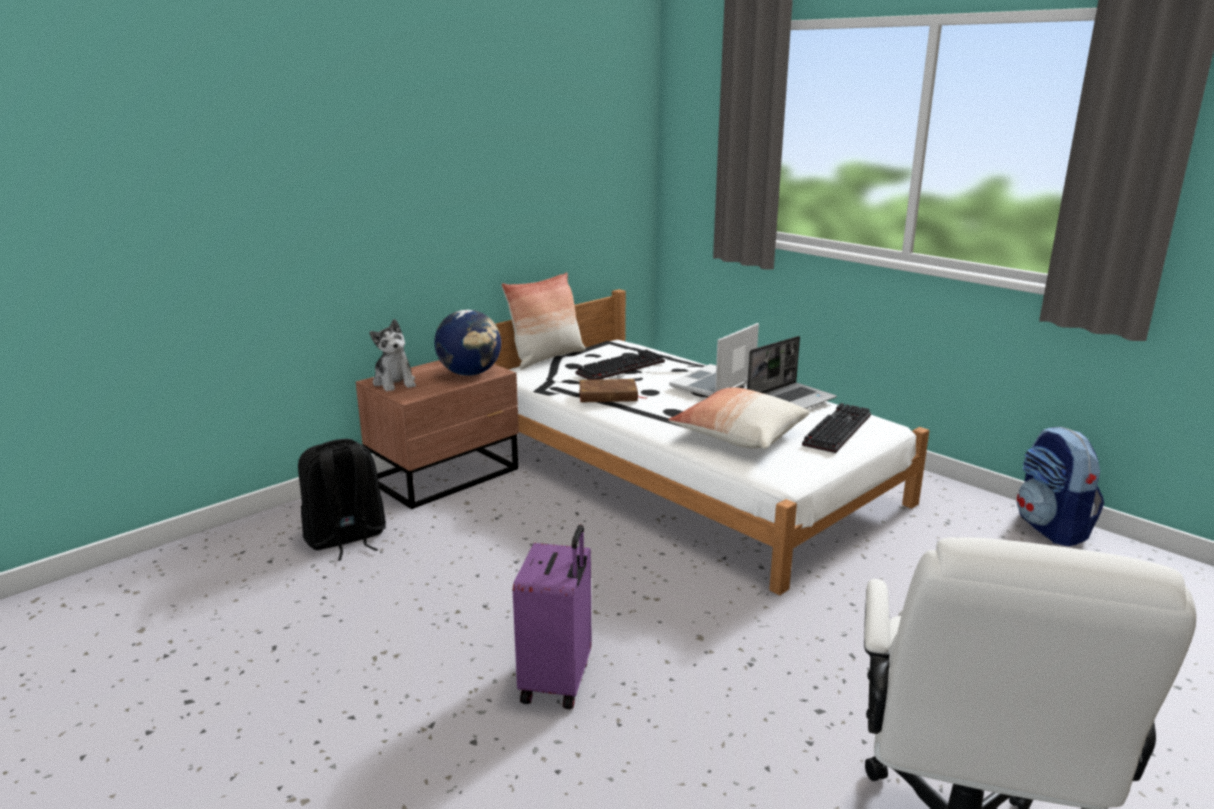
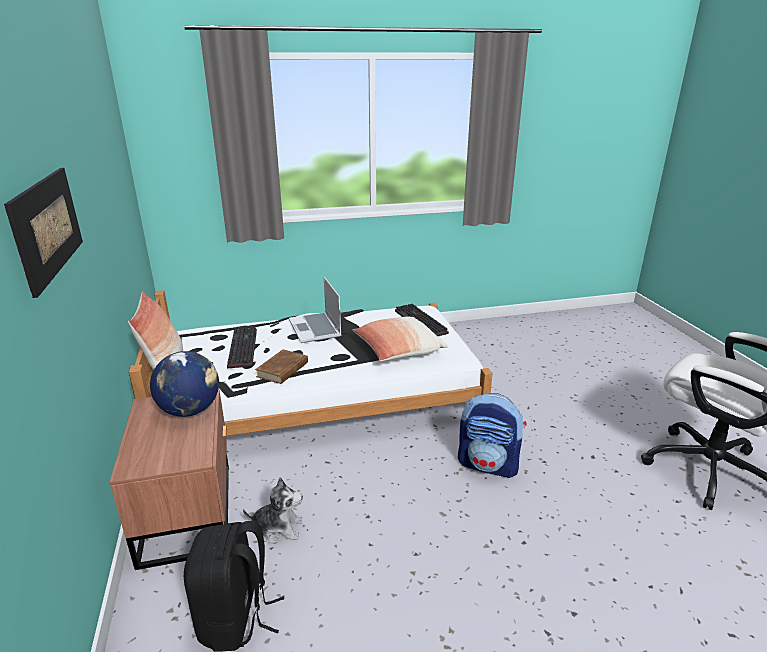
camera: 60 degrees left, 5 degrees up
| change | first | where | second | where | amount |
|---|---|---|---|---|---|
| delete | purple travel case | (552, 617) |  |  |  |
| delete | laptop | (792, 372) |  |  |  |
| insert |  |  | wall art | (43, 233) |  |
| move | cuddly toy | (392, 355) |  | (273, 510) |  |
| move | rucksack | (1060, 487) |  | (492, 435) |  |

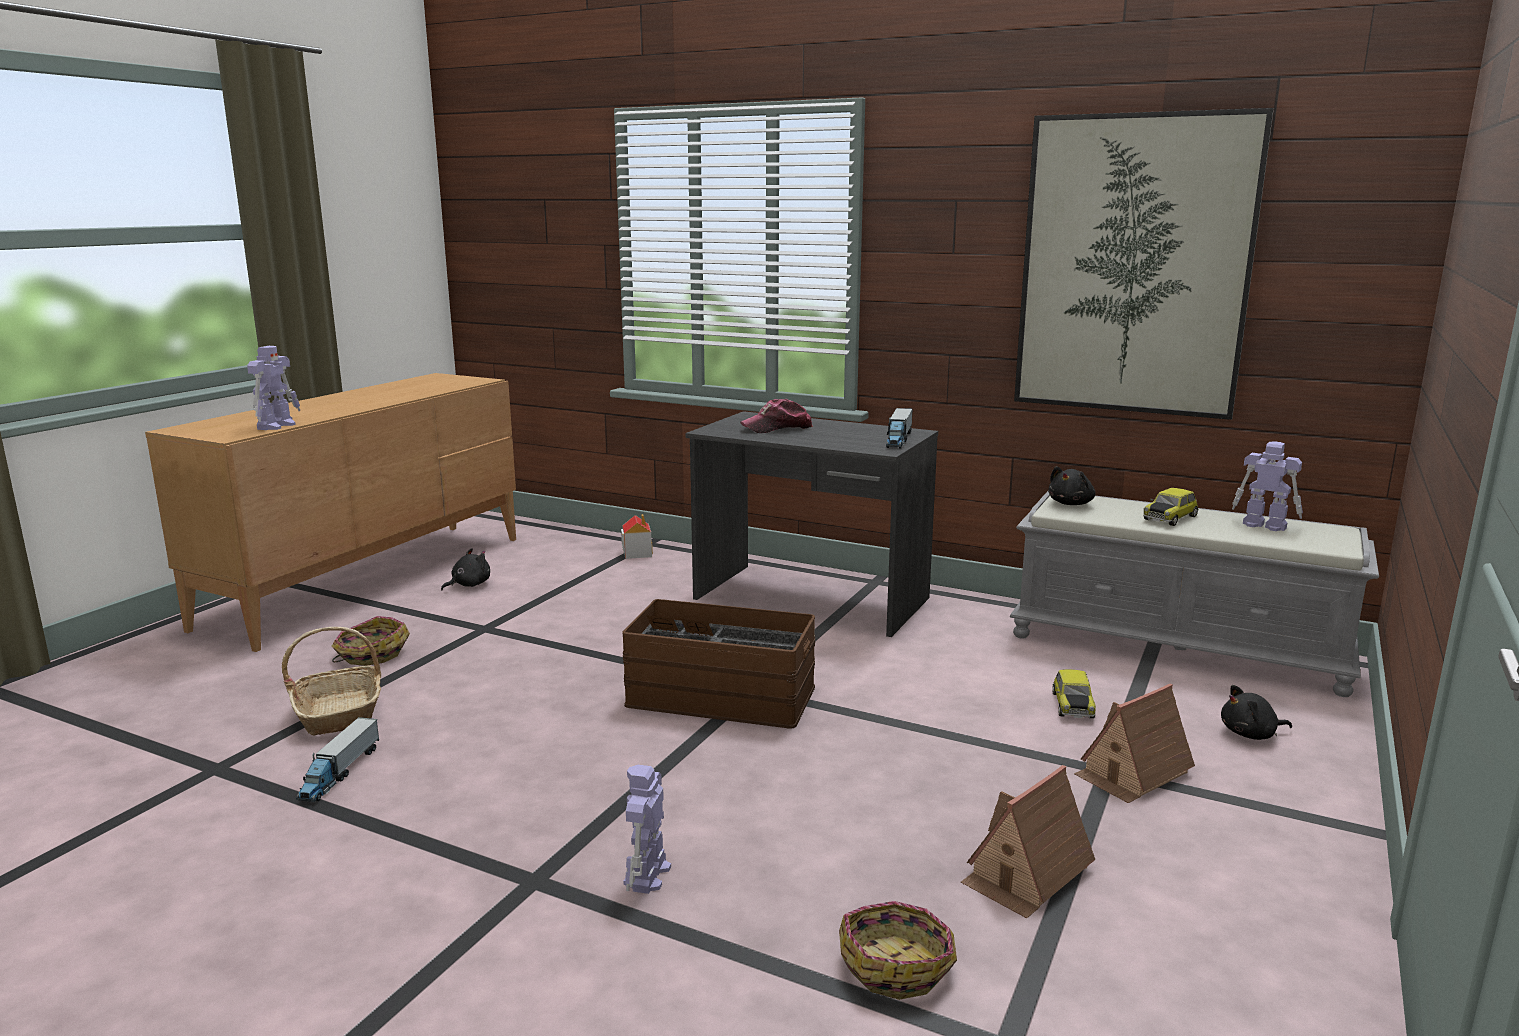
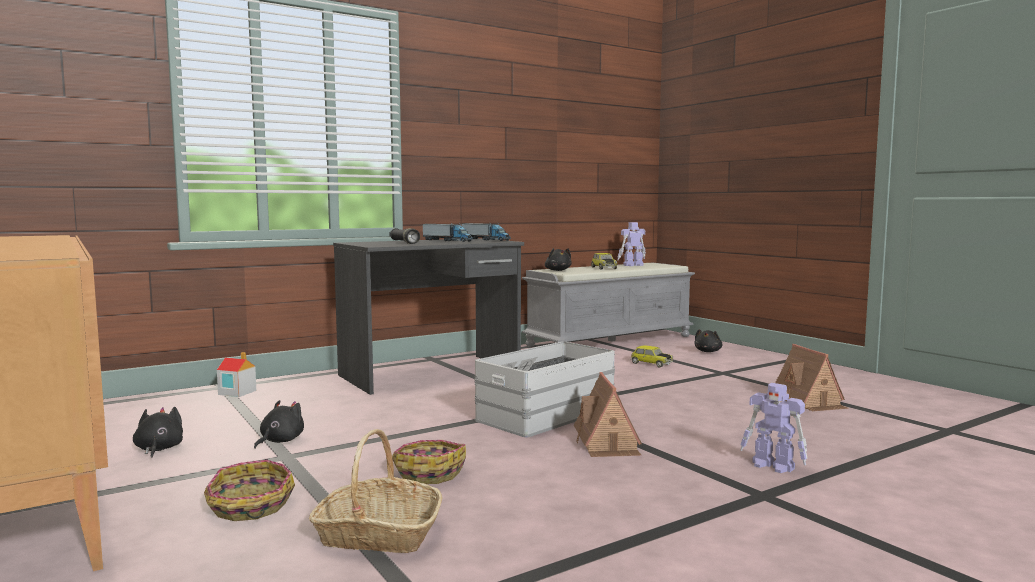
camera: 60 degrees left, 10 degrees down
| change | first | where | second | where | amount |
|---|---|---|---|---|---|
| delete | toy robot | (273, 388) |  |  |  |
| delete | wall art | (1144, 264) |  |  |  |
| insert |  |  | black-coloured cuddly toy | (279, 424) |  |
| move | model truck | (337, 759) |  | (448, 232) |  |
| move | household basket | (898, 950) |  | (429, 462) |  |
| move | model house | (1134, 743) |  | (608, 414) |  |
| replace | peaked cap | (776, 416) | black-coloured torch | (404, 236) |  |
| recolor | brown storage box | (719, 663) | grey storage box | (544, 389) |  |

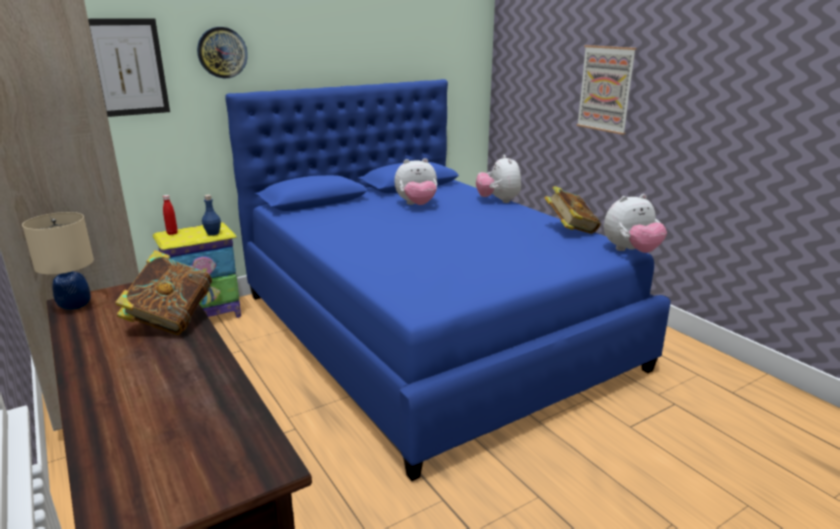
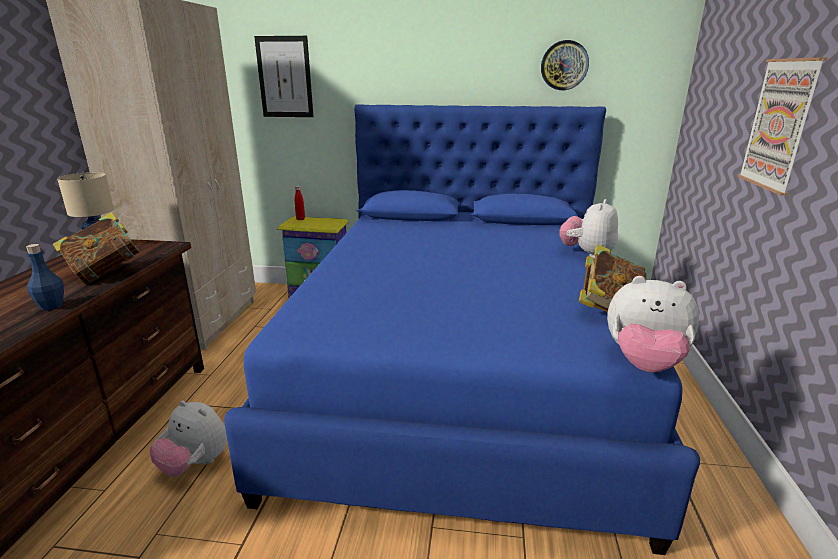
camera: 40 degrees right, 0 degrees up
| change | first | where | second | where | amount |
|---|---|---|---|---|---|
| move | wall clock | (222, 52) |  | (565, 65) |  |
| move | bluish beverage bottle | (211, 215) |  | (45, 277) |  |
| move | cuddly toy | (415, 181) |  | (188, 438) |  |

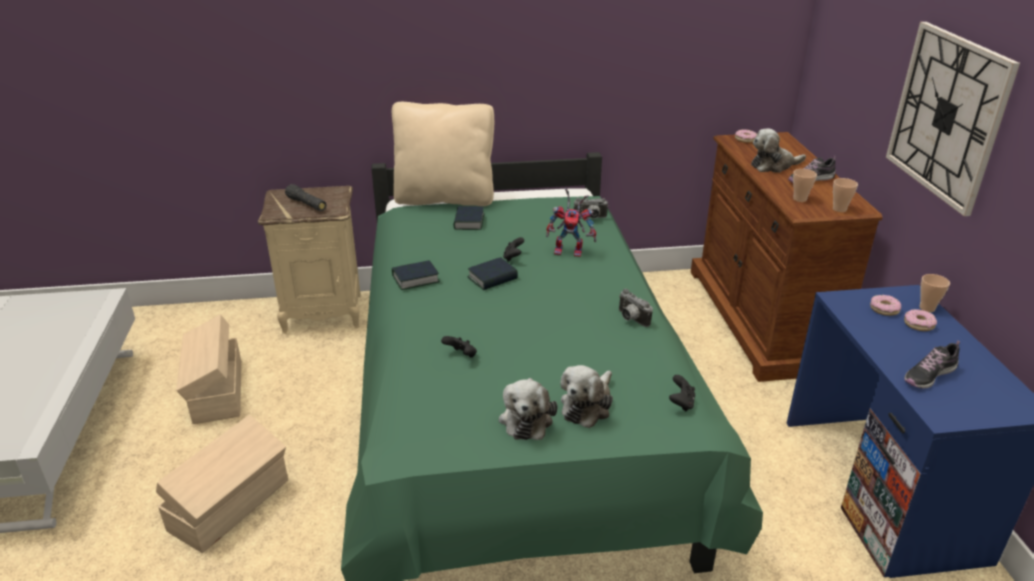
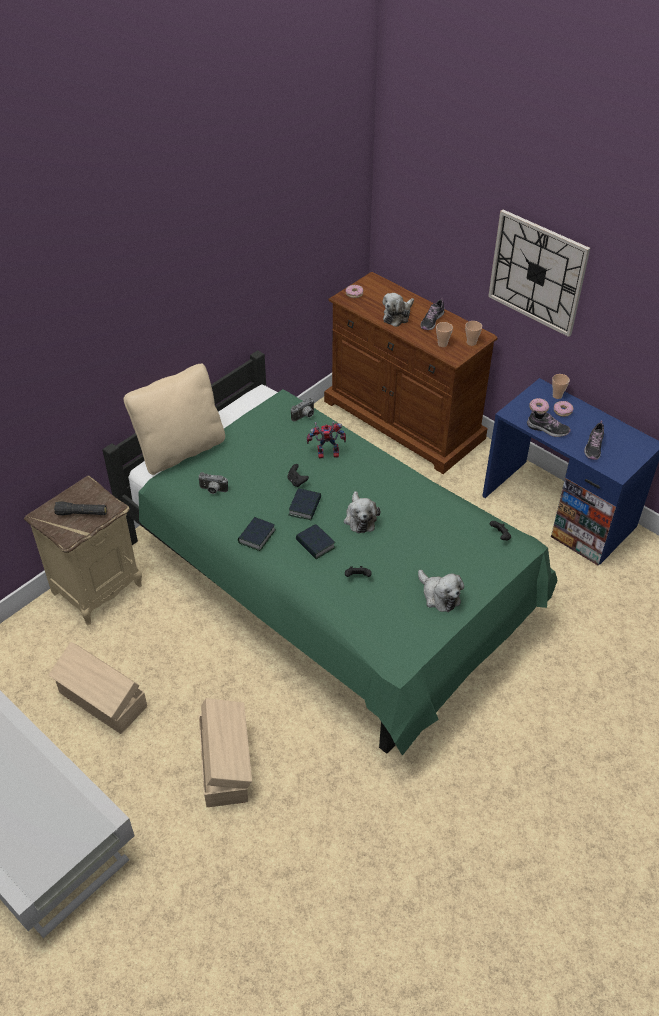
camera: 40 degrees left, 15 degrees up
| change | first | where | second | where | amount |
|---|---|---|---|---|---|
| insert |  |  | item of footwear | (549, 423) |  |
| move | book | (468, 218) |  | (315, 541) |  |
| move | cuddly toy | (587, 396) |  | (362, 512) |  |
| move | still camera | (636, 308) |  | (213, 483) |  |
| rotate | toy robot | (571, 222) |  | (326, 440) | 150 degrees counterclockwise |

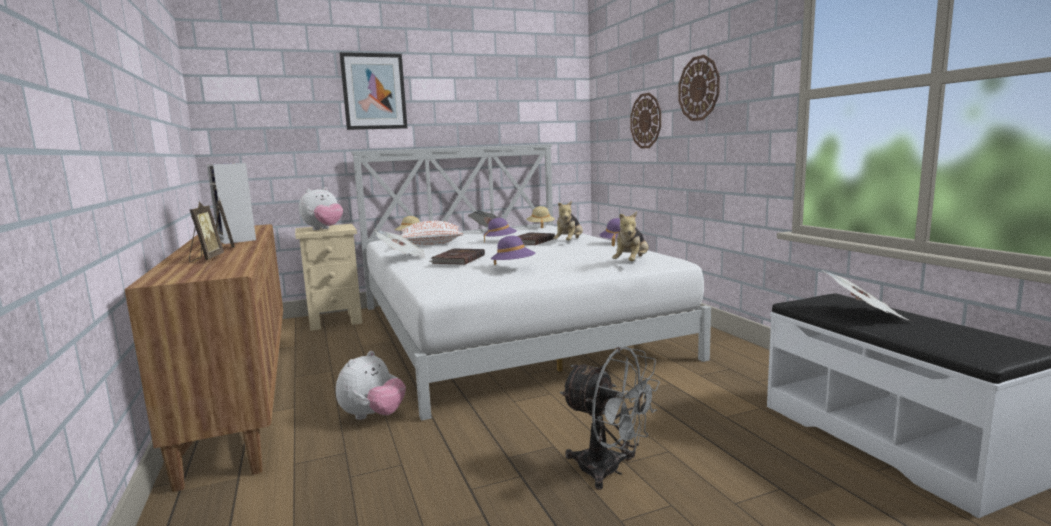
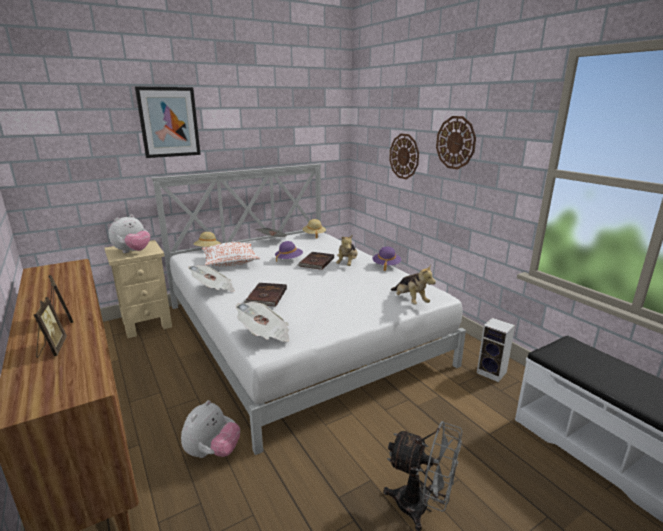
camera: 10 degrees left, 10 degrees up
| change | first | where | second | where | amount |
|---|---|---|---|---|---|
| delete | purple wearable hat | (513, 250) |  |  |  |
| move | speaker | (231, 203) |  | (496, 350) |  |
| move | daily paper | (866, 295) |  | (262, 322) |  |
| rotate | cuddly toy | (630, 236) |  | (413, 284) | 45 degrees counterclockwise |

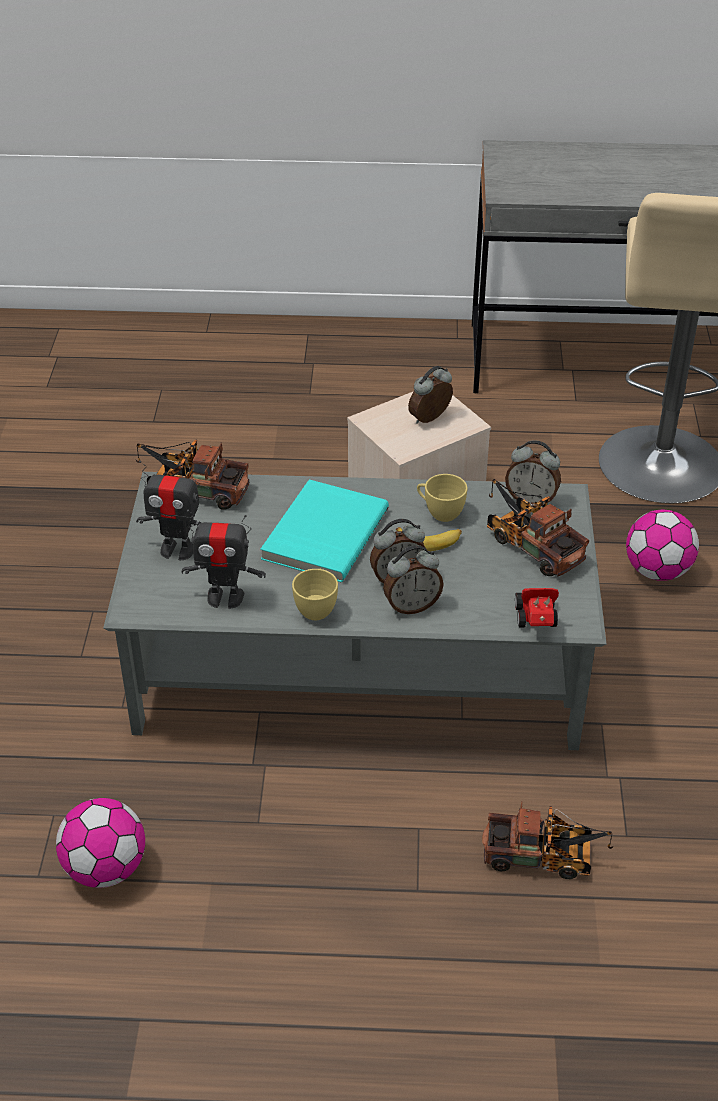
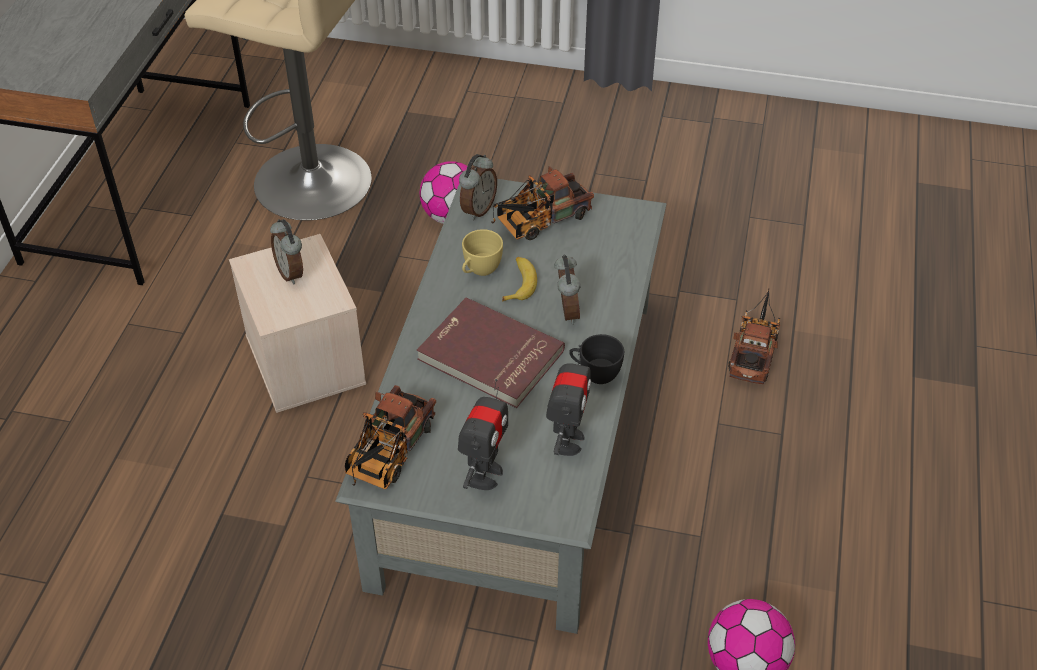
camera: 80 degrees left, 5 degrees up
| change | first | where | second | where | amount |
|---|---|---|---|---|---|
| delete | bedside clock | (413, 579) |  |  |  |
| delete | model car | (537, 607) |  |  |  |
| recolor | blue-green book | (324, 530) | red-coloured book | (491, 353) |  |
| recolor | yellow-coloured drinking cup | (315, 594) | black-coloured drinking cup | (596, 359) |  |

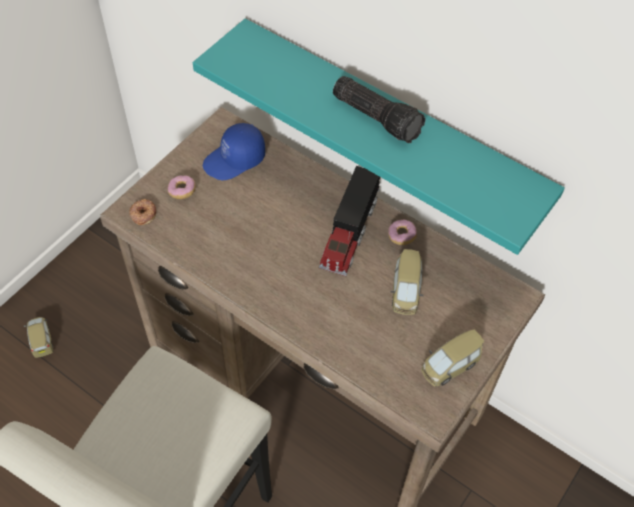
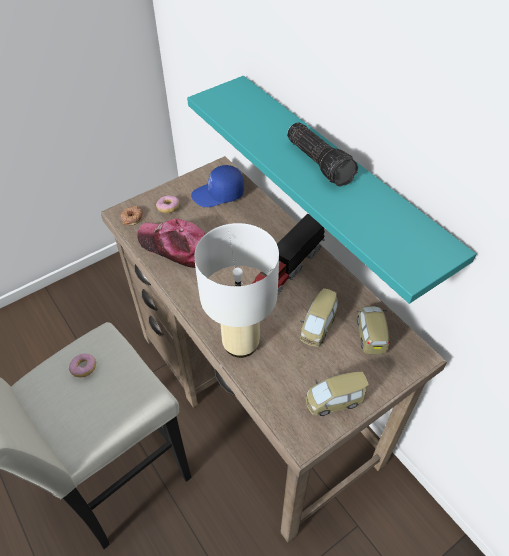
camera: 20 degrees right, 5 degrees down
| change | first | where | second | where | amount |
|---|---|---|---|---|---|
| insert |  |  | peaked cap | (171, 243) |  |
| insert |  |  | whitish tabletop lamp | (236, 290) |  |
| move | model car | (38, 337) |  | (373, 330) |  |
| move | ring doughnut | (402, 232) |  | (82, 365) |  |

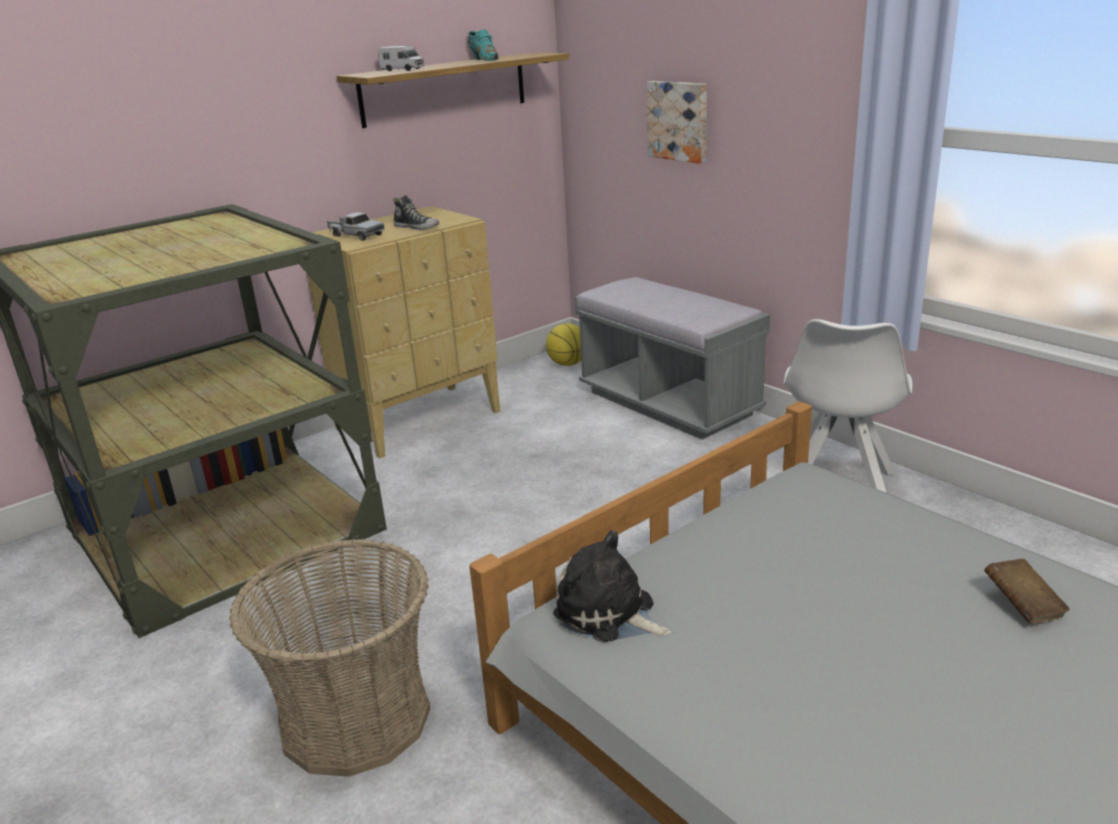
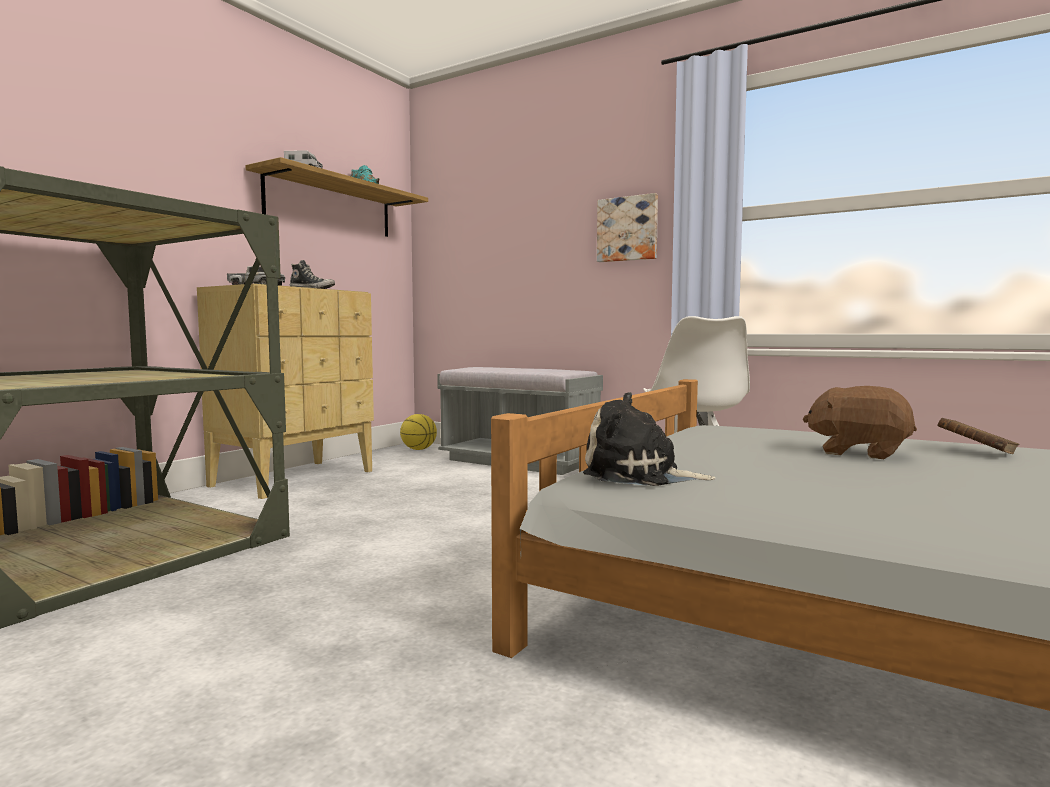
camera: 20 degrees left, 20 degrees down
| change | first | where | second | where | amount |
|---|---|---|---|---|---|
| delete | household basket | (330, 658) |  |  |  |
| insert |  |  | brown cuddly toy | (860, 422) |  |
| move | wall art | (677, 122) |  | (627, 227) |  |

